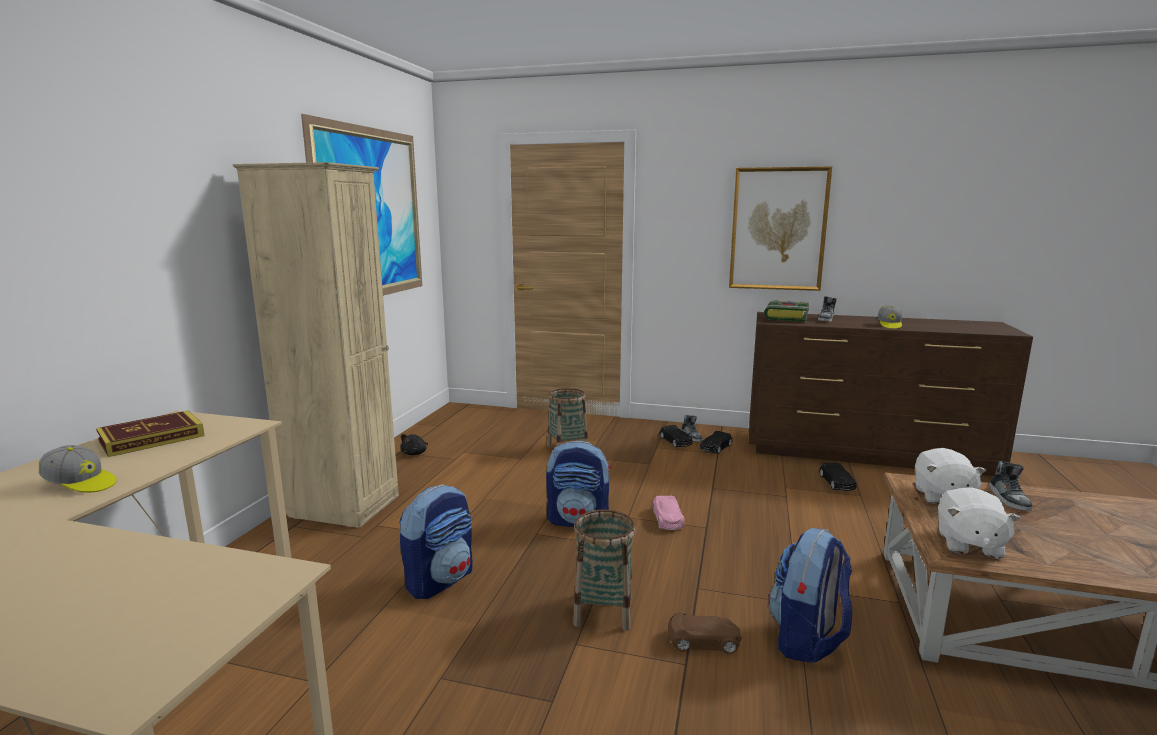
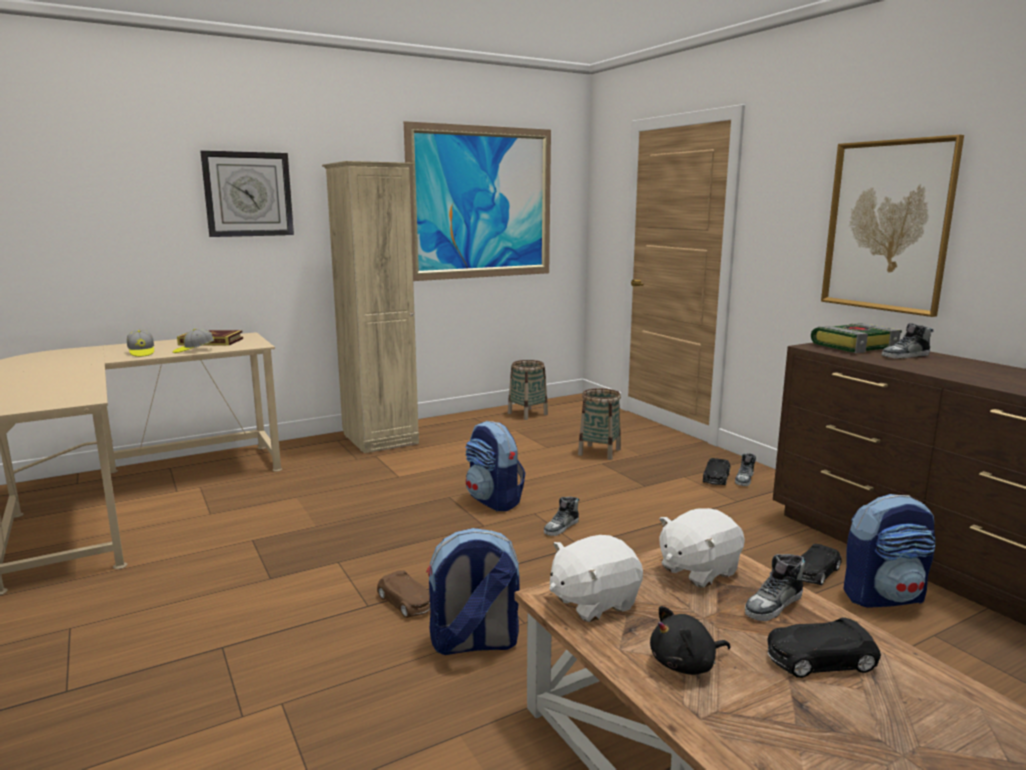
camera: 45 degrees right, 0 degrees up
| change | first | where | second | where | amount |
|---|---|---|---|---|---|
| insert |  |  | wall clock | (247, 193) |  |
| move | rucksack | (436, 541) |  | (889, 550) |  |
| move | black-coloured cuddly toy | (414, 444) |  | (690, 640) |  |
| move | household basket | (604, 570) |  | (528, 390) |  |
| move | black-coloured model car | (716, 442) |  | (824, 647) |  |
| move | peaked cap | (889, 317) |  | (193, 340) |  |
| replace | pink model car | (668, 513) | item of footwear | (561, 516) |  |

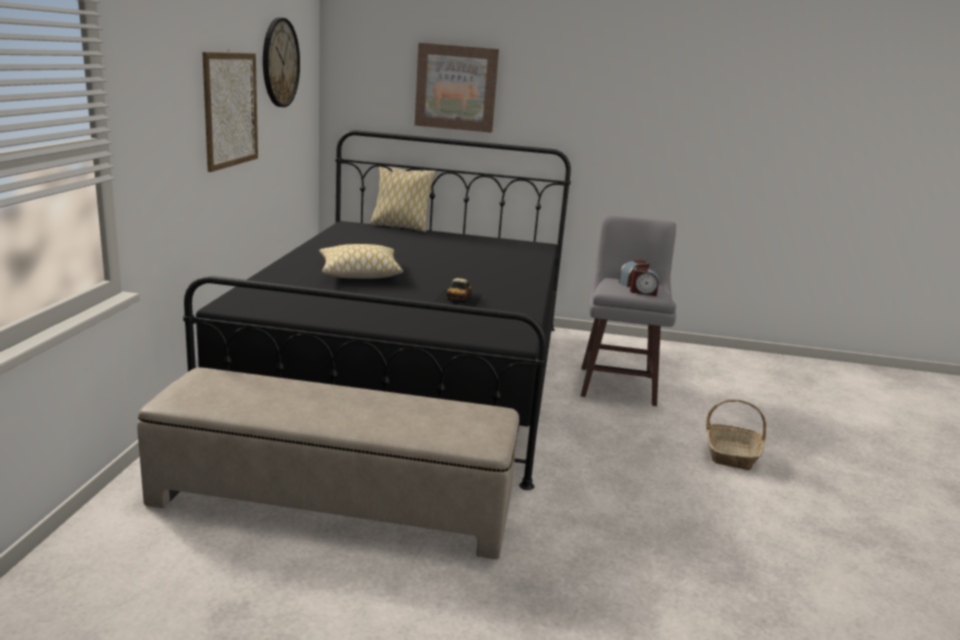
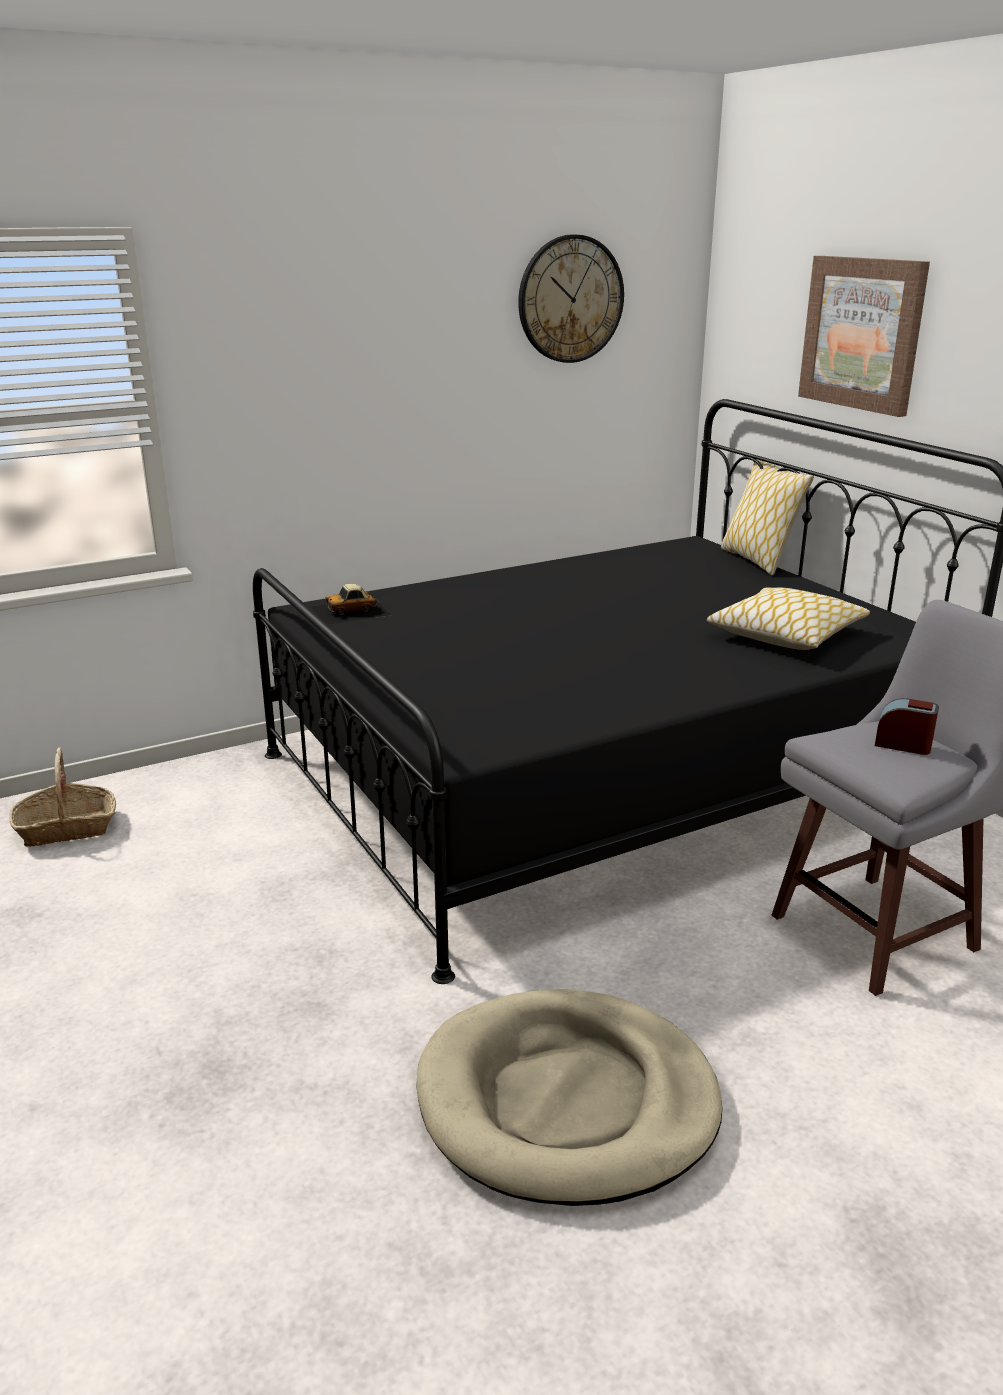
camera: 55 degrees right, 5 degrees up
| change | first | where | second | where | amount |
|---|---|---|---|---|---|
| delete | beige-coloured long seat | (328, 463) |  |  |  |
| delete | wall art | (230, 110) |  |  |  |
| delete | bedside clock | (644, 281) |  |  |  |
| insert |  |  | beige-coloured dog bed | (569, 1097) |  |
| move | throw pillow | (361, 261) |  | (788, 619) |  |
| move | model car | (459, 292) |  | (351, 604) |  |
| move | household basket | (736, 434) |  | (62, 797) |  |

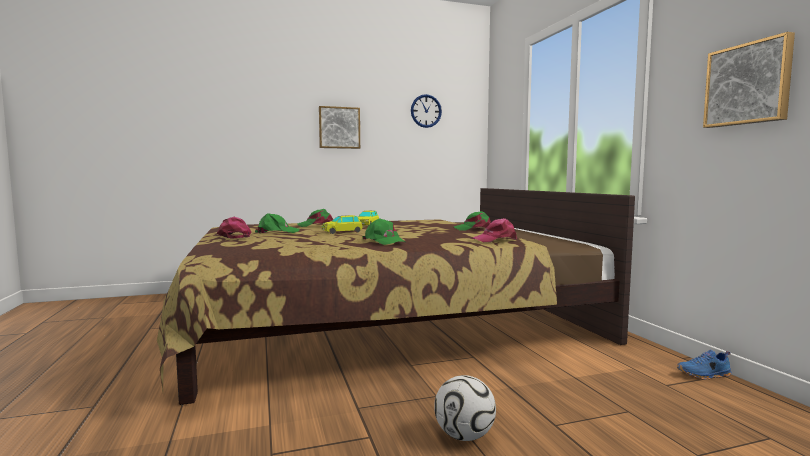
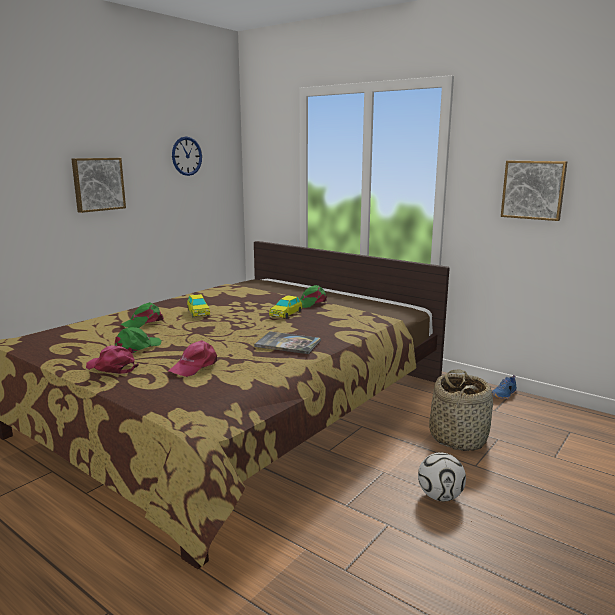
camera: 35 degrees left, 10 degrees up
| change | first | where | second | where | amount |
|---|---|---|---|---|---|
| insert |  |  | household basket | (461, 410) |  |
| move | model car | (342, 224) |  | (285, 307) |  |
| move | pink peaked cap | (494, 230) |  | (193, 358) |  |
| replace | greenish peaked cap | (384, 231) | book | (287, 343) |  |

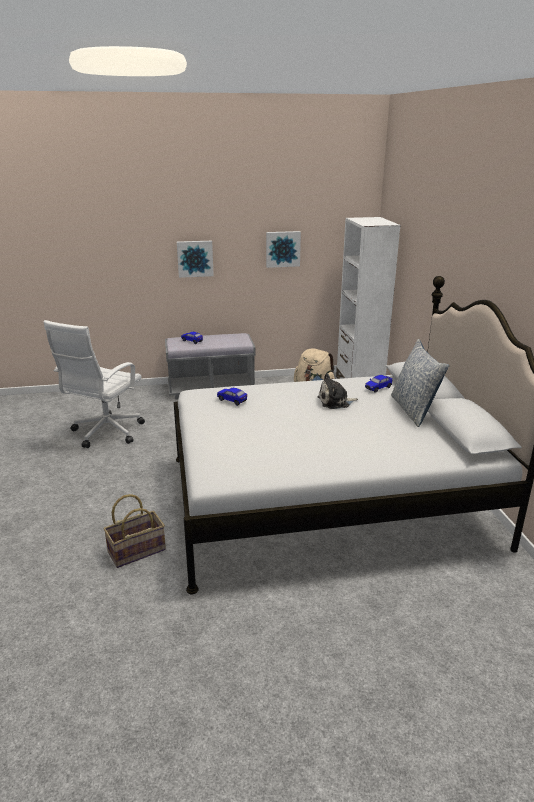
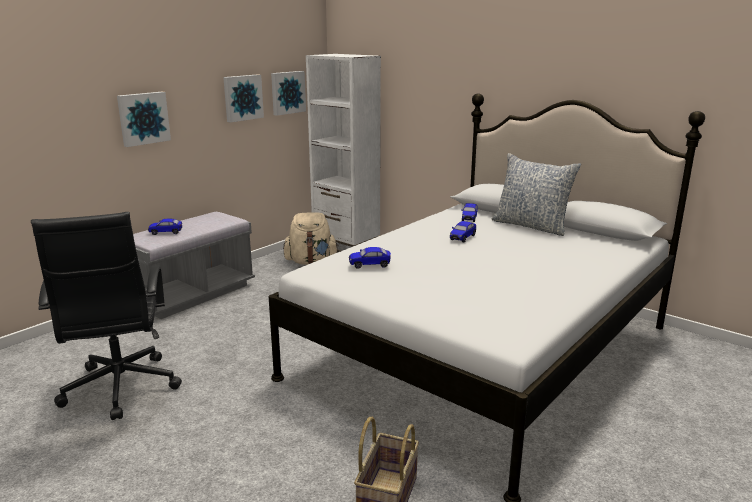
camera: 40 degrees left, 5 degrees down
| change | first | where | second | where | amount |
|---|---|---|---|---|---|
| insert |  |  | wall art | (288, 93) |  |
| replace | cuddly toy | (338, 391) | model car | (463, 231) |  |
| recolor | whitish office chair | (94, 384) | black-coloured office chair | (106, 316) |  |

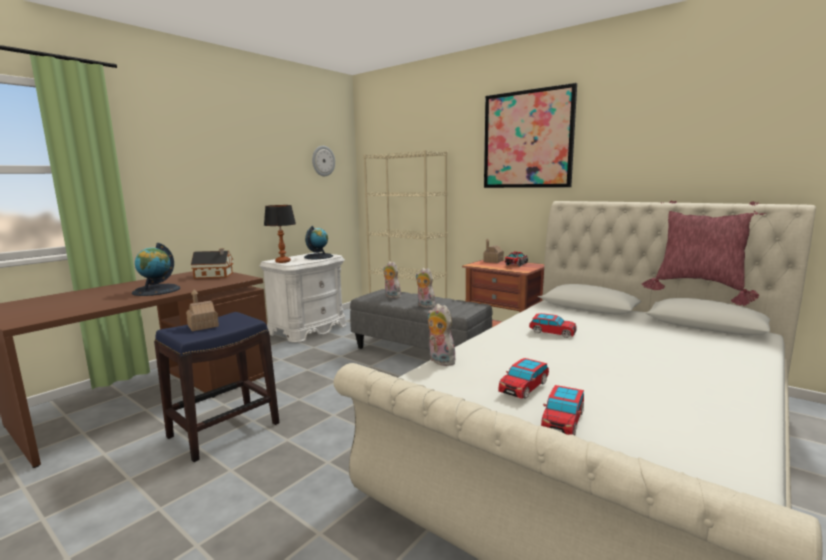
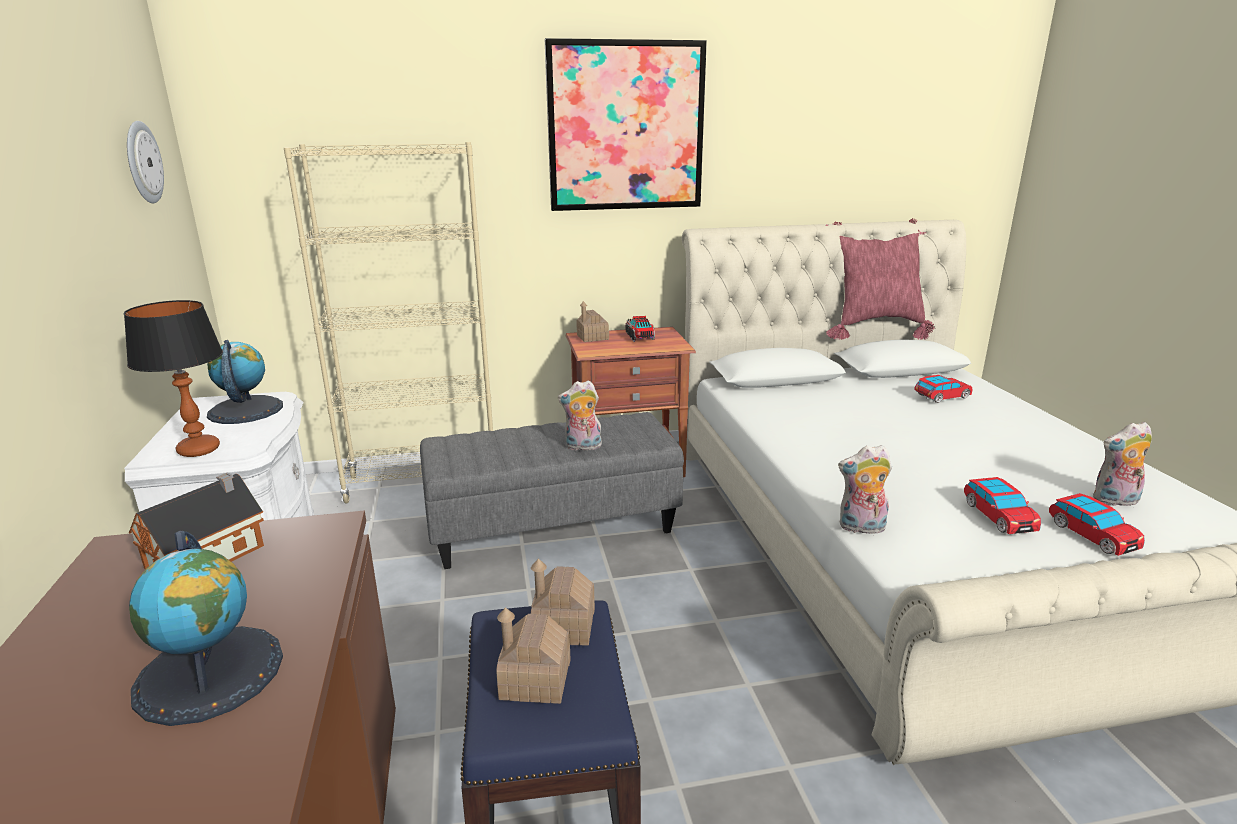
camera: 50 degrees left, 10 degrees up
| change | first | where | second | where | amount |
|---|---|---|---|---|---|
| insert |  |  | model house | (563, 602) |  |
| move | cuddly toy | (392, 279) |  | (1122, 464) |  |
| move | model car | (553, 325) |  | (943, 389) |  |

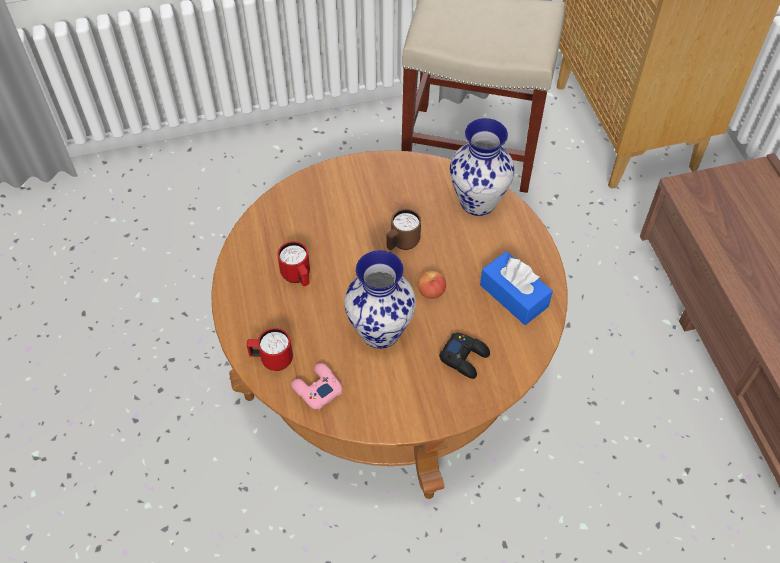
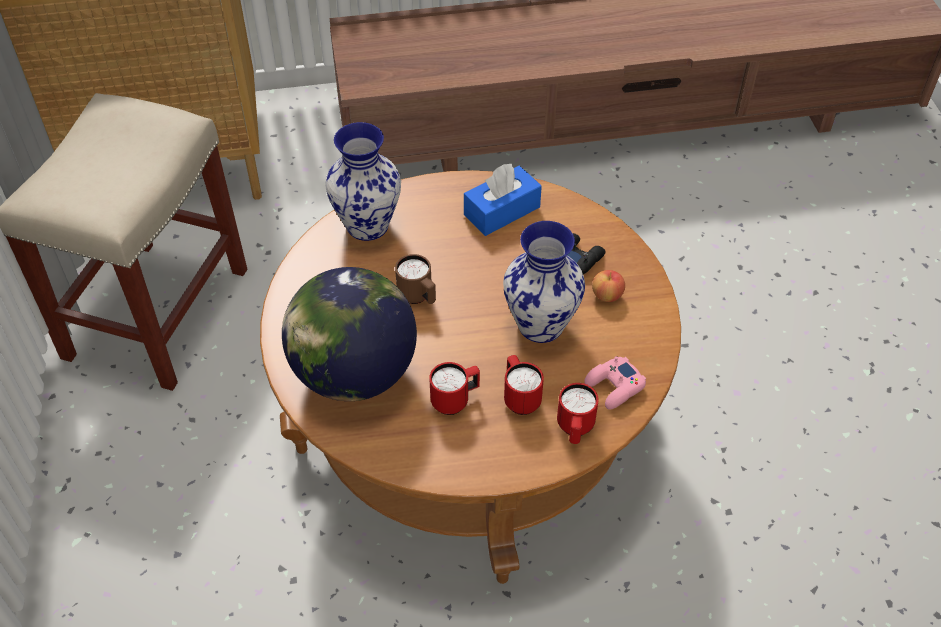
camera: 85 degrees left, 5 degrees down
| change | first | where | second | where | amount |
|---|---|---|---|---|---|
| insert |  |  | globe | (349, 334) |  |
| insert |  |  | red-coloured tea mug | (524, 385) |  |
| move | whole apple | (432, 285) |  | (608, 286) |  |

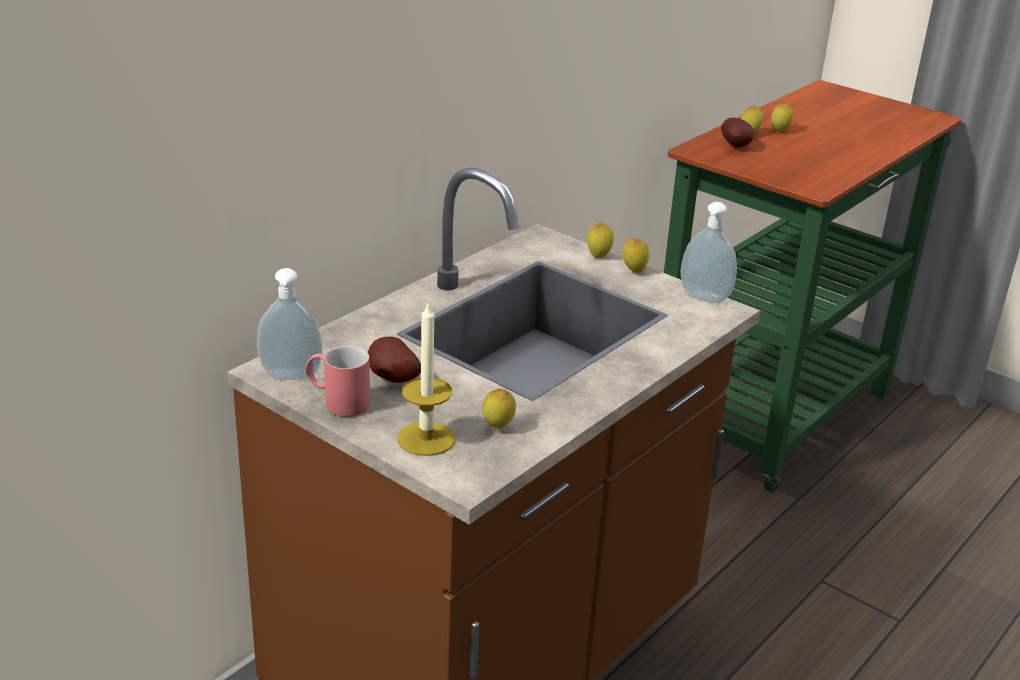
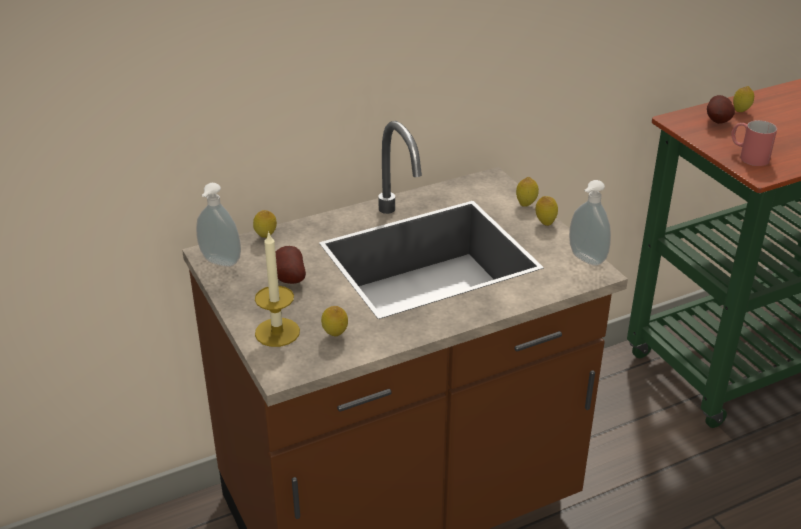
camera: 25 degrees right, 5 degrees up
| change | first | where | second | where | amount |
|---|---|---|---|---|---|
| move | red-coloured tea mug | (337, 381) |  | (754, 143) |  |
| move | citrus fruit | (782, 117) |  | (265, 224) |  |

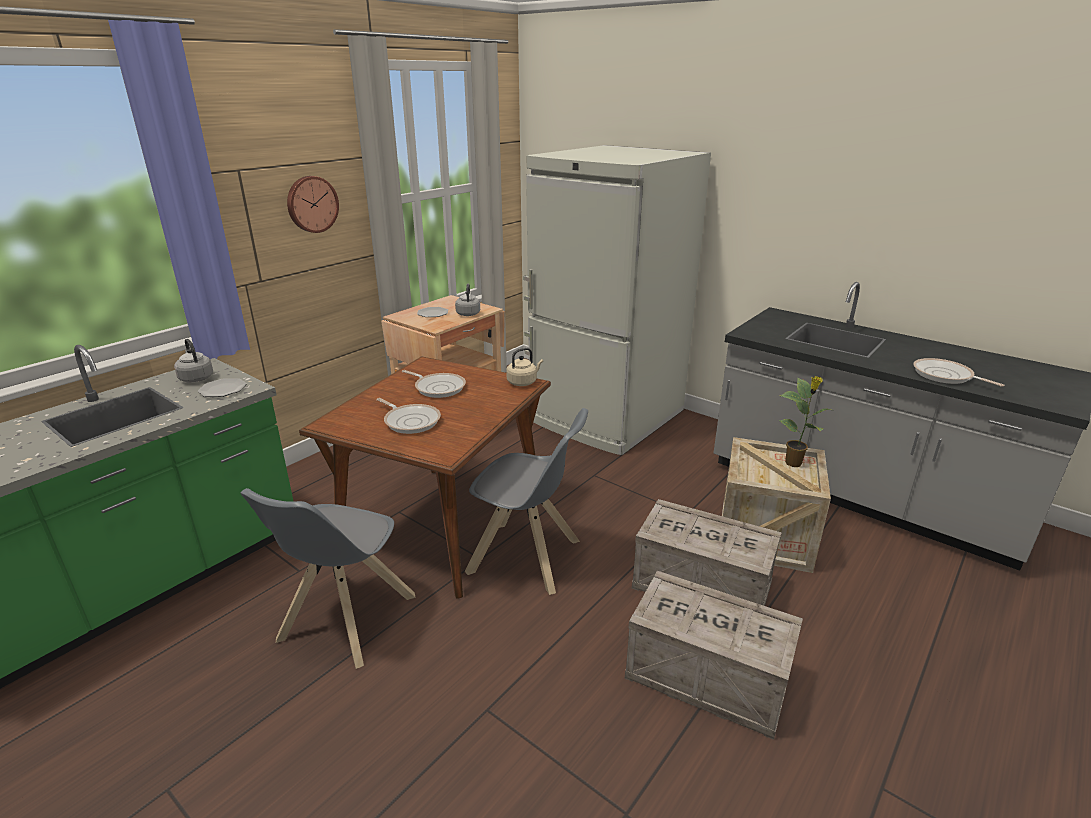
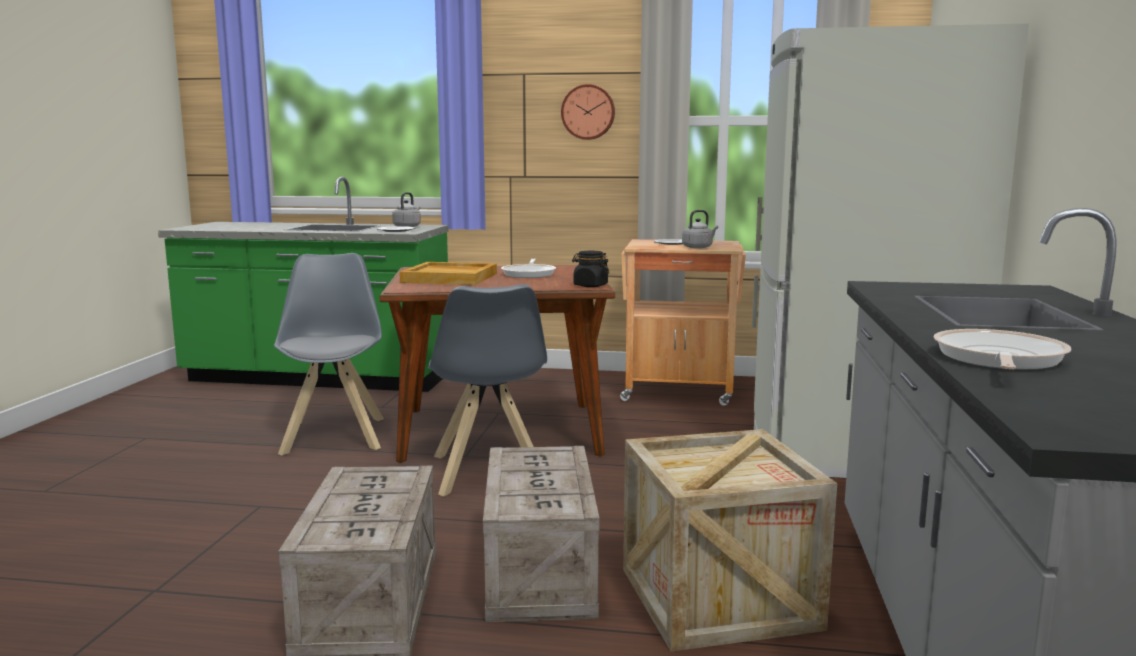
camera: 60 degrees right, 15 degrees down
| change | first | where | second | where | amount |
|---|---|---|---|---|---|
| delete | potted plant | (805, 421) |  |  |  |
| replace | frying pan | (408, 416) | beige-coloured carrying tray | (448, 273) |  |
| replace | beige-coloured water kettle | (524, 367) | black-coloured preserve jar | (590, 269) |  |
| rotate | grey upright chair | (328, 578) |  | (329, 354) | 90 degrees clockwise |

